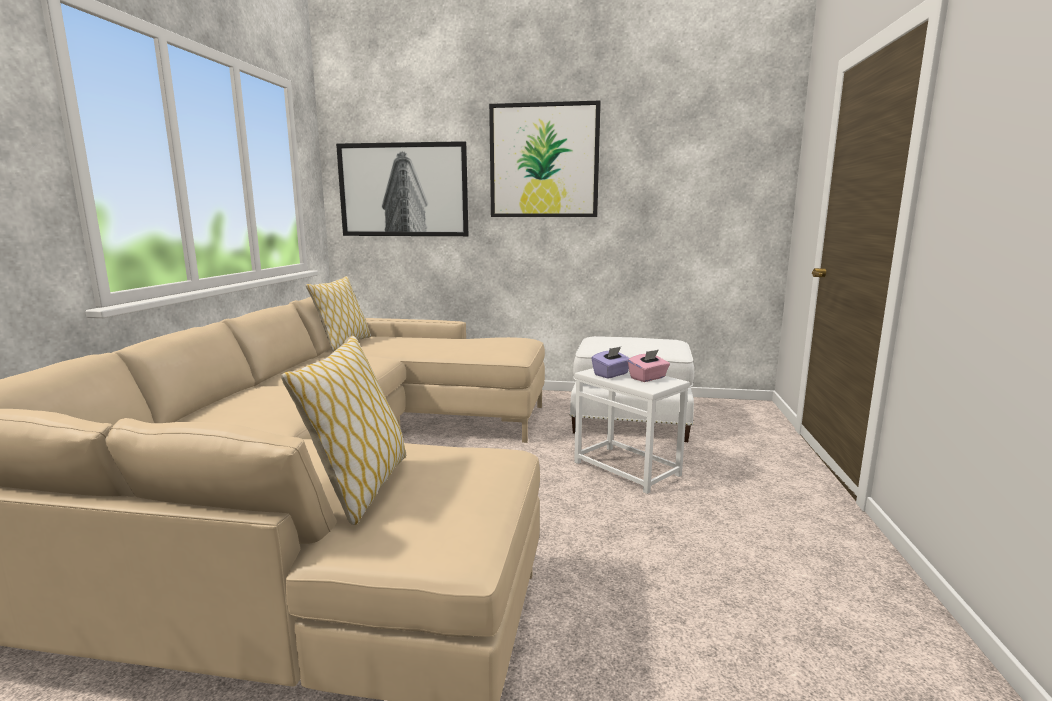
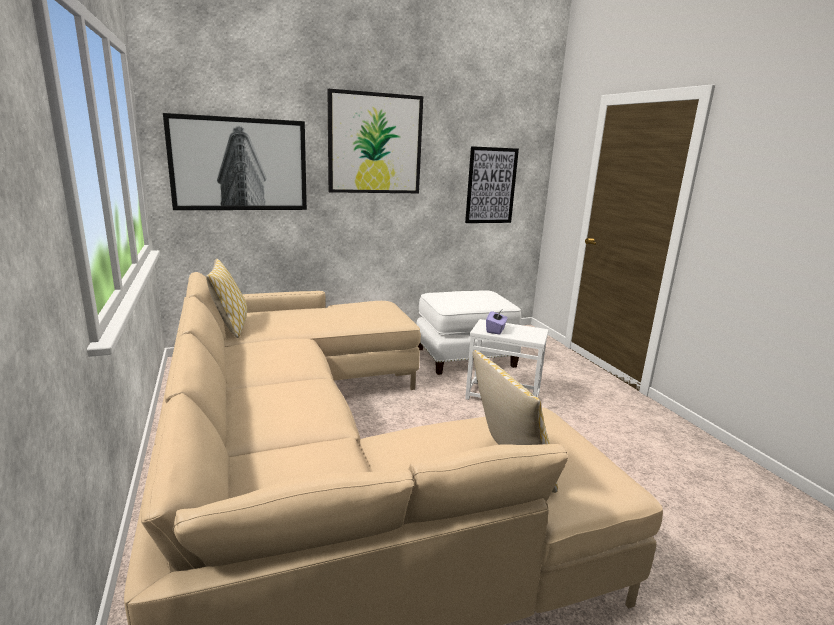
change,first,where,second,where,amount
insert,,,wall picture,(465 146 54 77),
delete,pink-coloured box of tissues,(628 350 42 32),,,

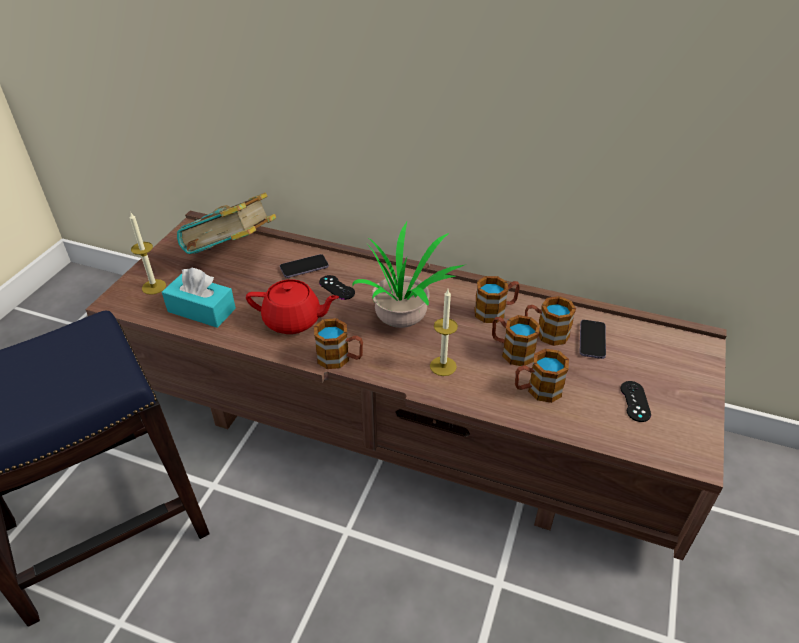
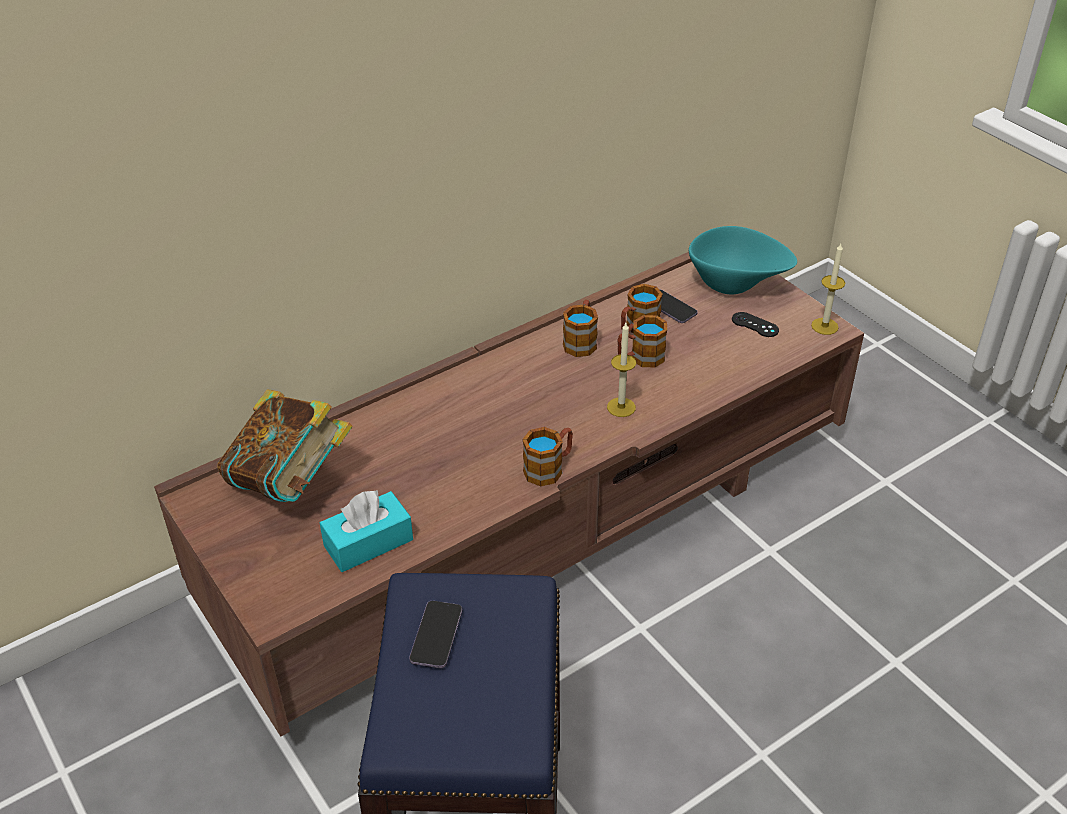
change,first,where,second,where,amount
move,telephone,(280 254 49 24),,(409 601 53 67),
insert,,,turquoise-coloured deep dish,(689 226 108 68),
move,wax candle,(130 213 36 82),,(811 244 34 91),
delete,red teapot,(246 279 93 55),,,
delete,black-coloured gamepad,(319 275 36 25),,,
delete,potted plant,(352 222 112 106),,,
delete,tea mug,(515 349 54 54),,,

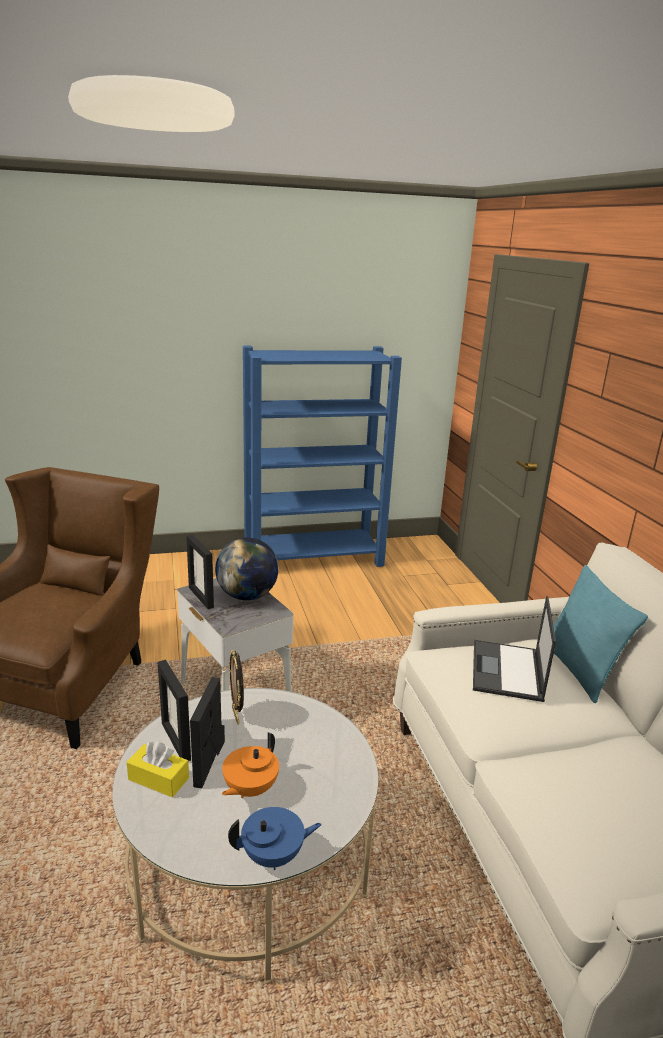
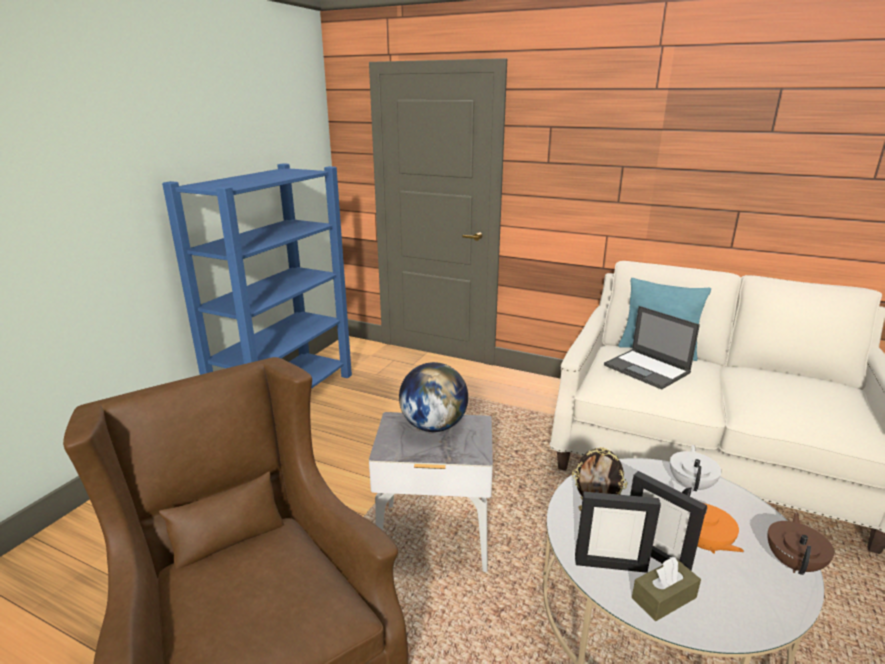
change,first,where,second,where,amount
recolor,yellow box of tissues,(127 741 62 56),brown-coloured box of tissues,(632 557 69 64),
insert,,,white teapot,(670 445 52 47),
recolor,bluish teapot,(228 807 94 63),brown-coloured teapot,(768 513 66 62),
delete,picture frame,(186 535 28 74),,,

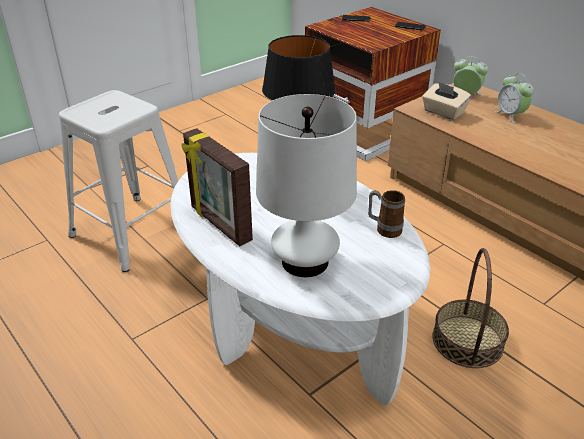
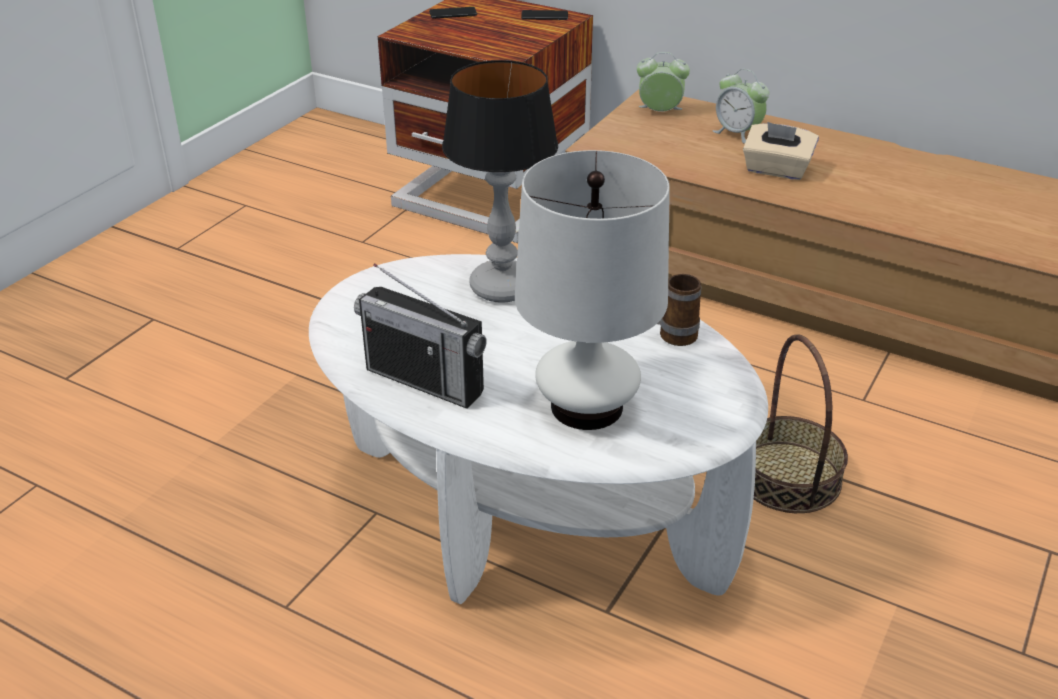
change,first,where,second,where,amount
replace,picture frame,(182 128 71 118),radio,(354 263 133 146),
move,beige-coloured box of tissues,(422 81 49 39),,(743 122 76 58),
delete,white stool seat,(59 90 119 182),,,

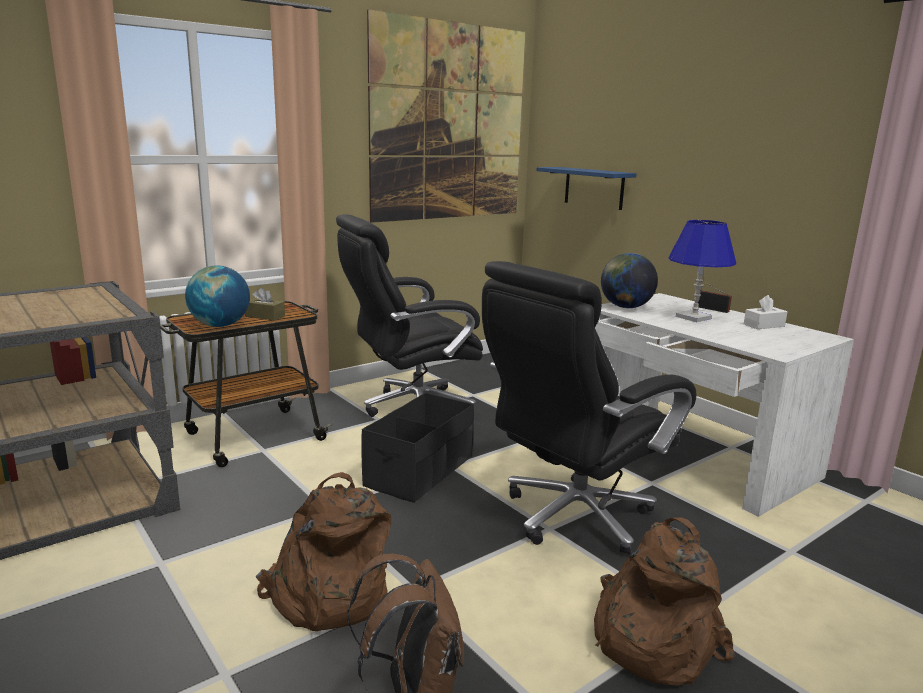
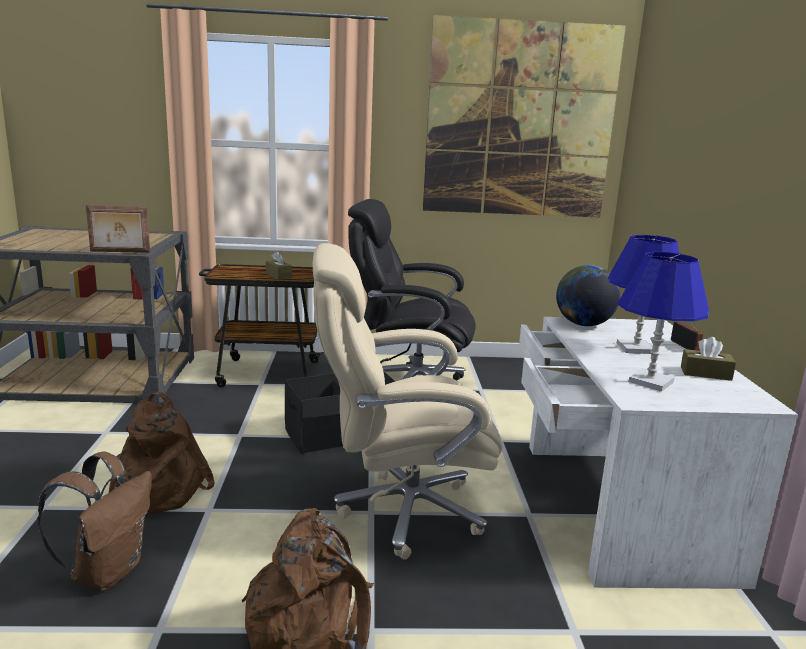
change,first,where,second,where,amount
insert,,,picture frame,(86 205 64 48),
recolor,black-coloured office chair,(482 261 215 293),beige-coloured office chair,(313 243 189 317),
insert,,,bluish table lamp,(618 252 91 140),
recolor,white box of tissues,(744 295 43 34),brown-coloured box of tissues,(681 337 55 44),
delete,world globe,(185 265 65 62),,,
delete,bluish shelf,(536 167 101 43),,,

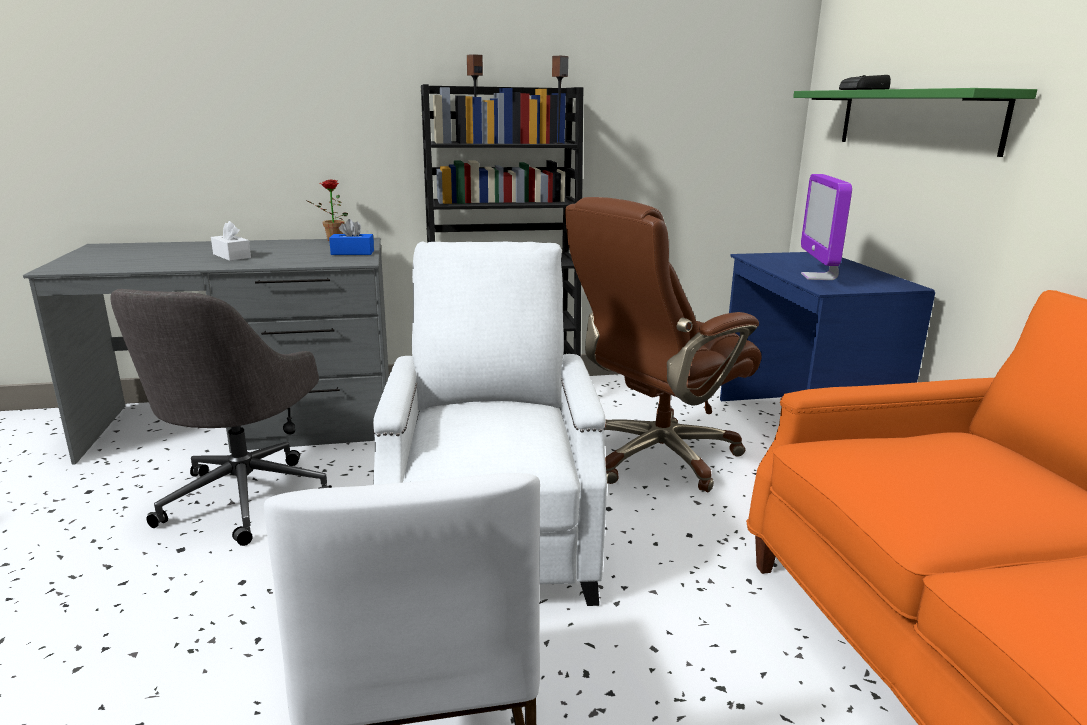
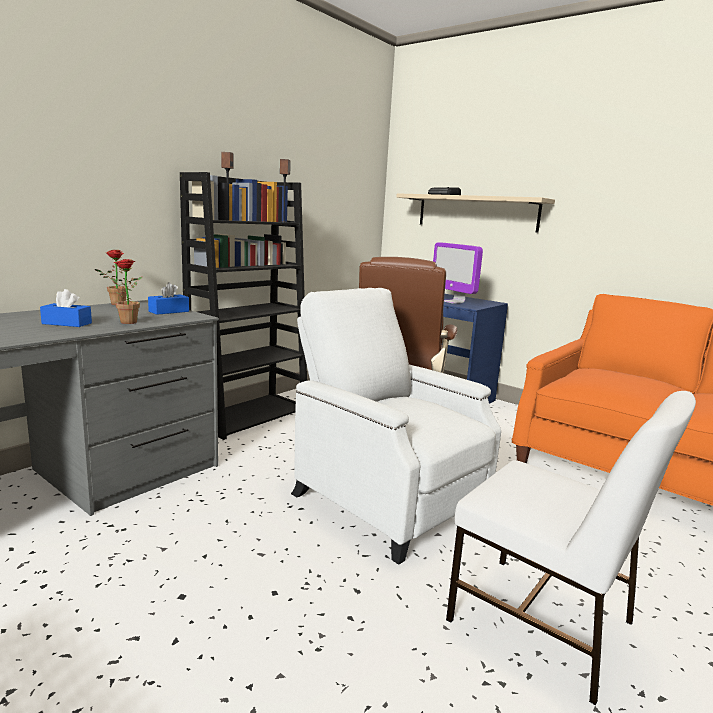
change,first,where,second,where,amount
recolor,white box of tissues,(211 221 40 40),bluish box of tissues,(40 289 52 38),
insert,,,potted plant,(111 259 31 65),
recolor,green shelf,(793 88 244 69),beige-coloured shelf,(397 193 158 40),
delete,grey office chair,(110 289 222 257),,,

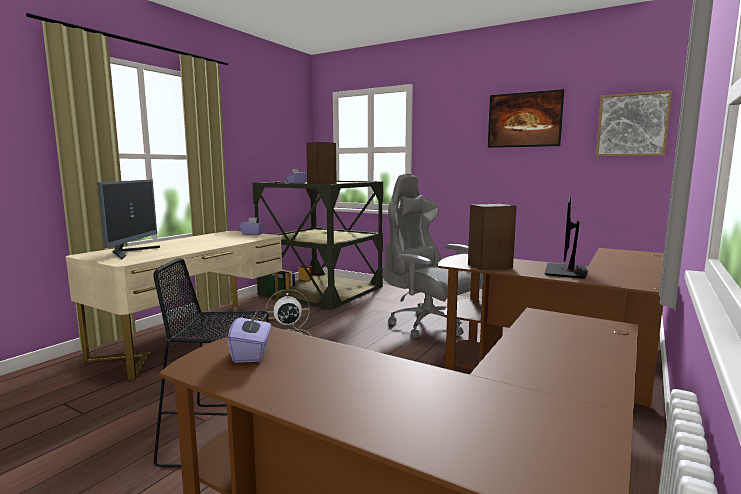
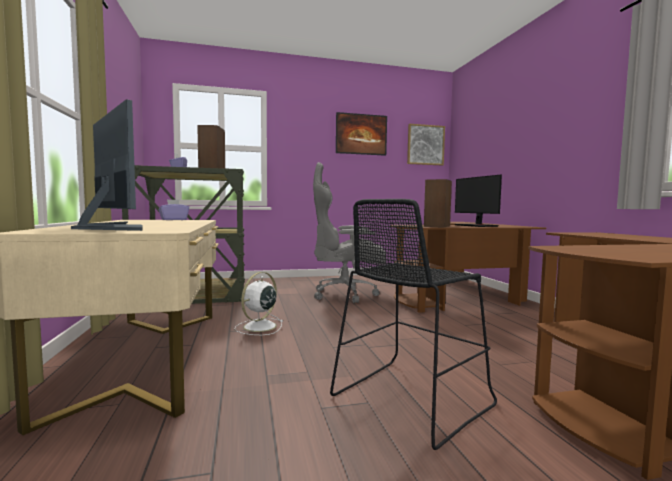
change,first,where,second,where,amount
delete,purple box of tissues,(227 310 44 53),,,

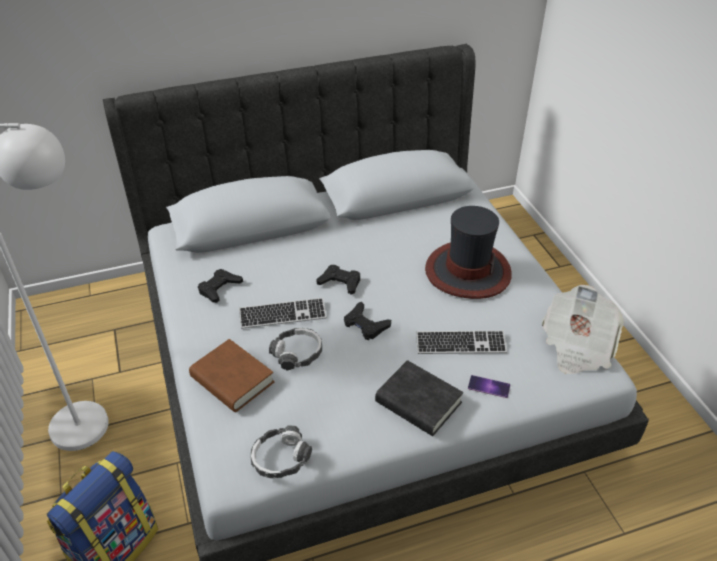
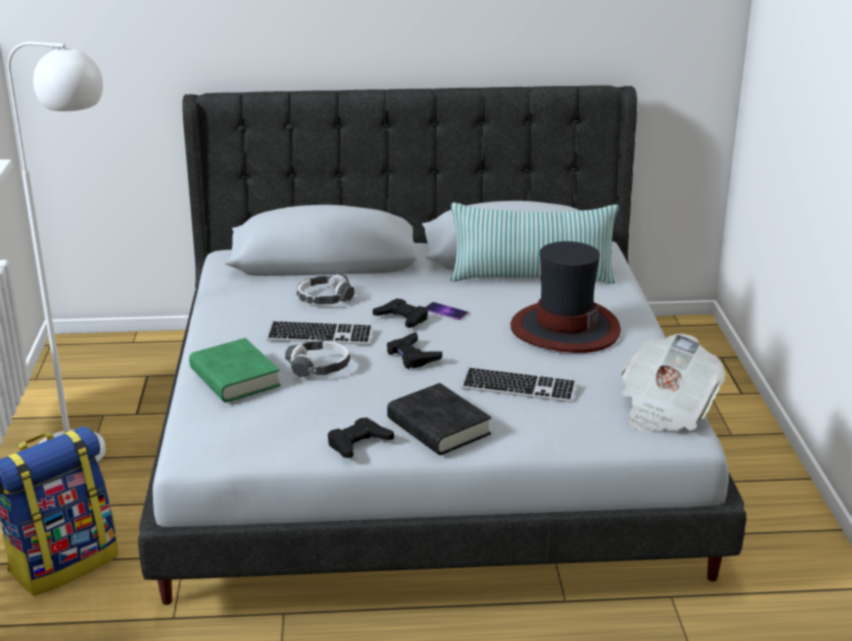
change,first,where,second,where,amount
recolor,brown-coloured book,(189 339 85 73),green book,(189 338 92 64),
move,headset,(251 425 61 53),,(297 274 57 30),
move,black-coloured gamepad,(198 269 45 34),,(328 417 66 41),
move,telephone,(468 375 42 23),,(425 302 43 18),
insert,,,throw pillow,(450 203 169 81),

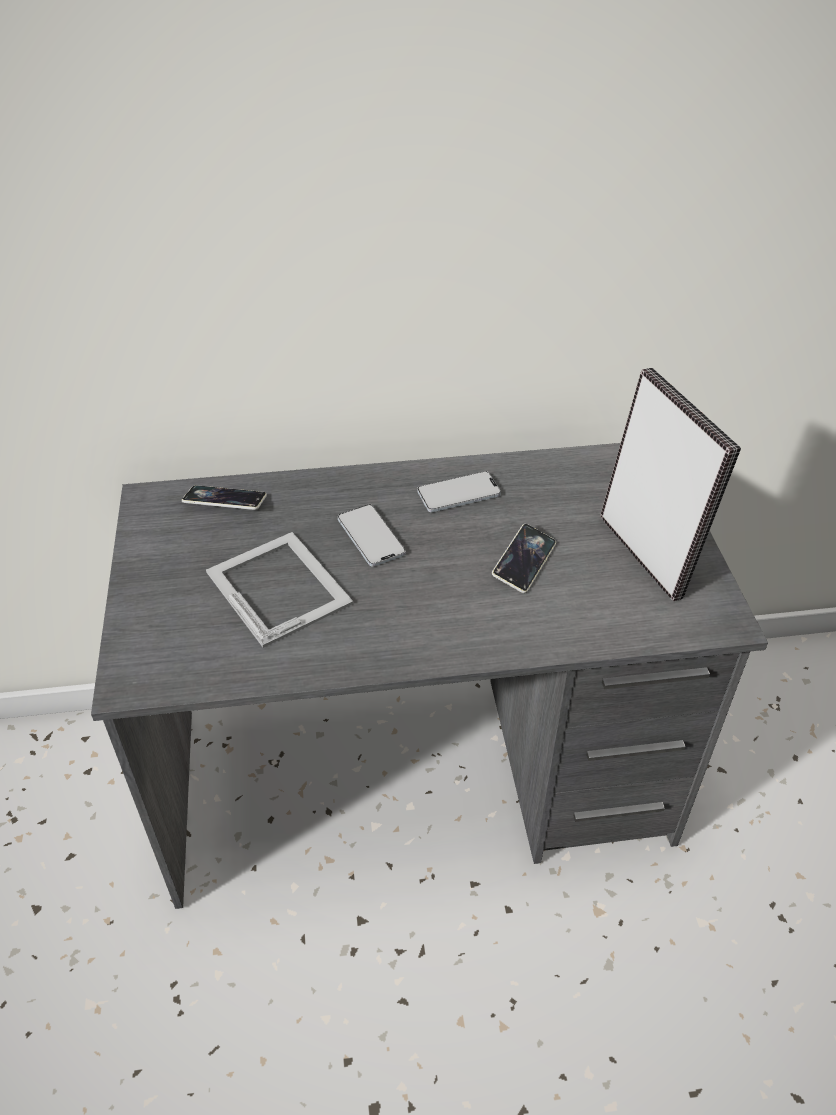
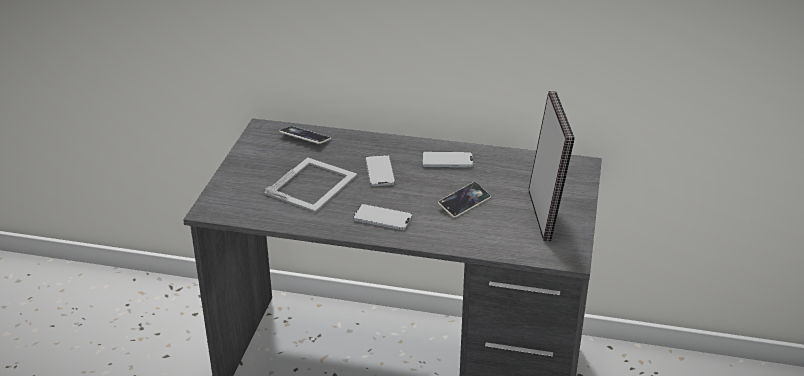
change,first,where,second,where,amount
rotate,picture frame,(206 532 147 116),,(264 157 93 56),45 degrees clockwise
insert,,,telephone,(353 204 59 26),

